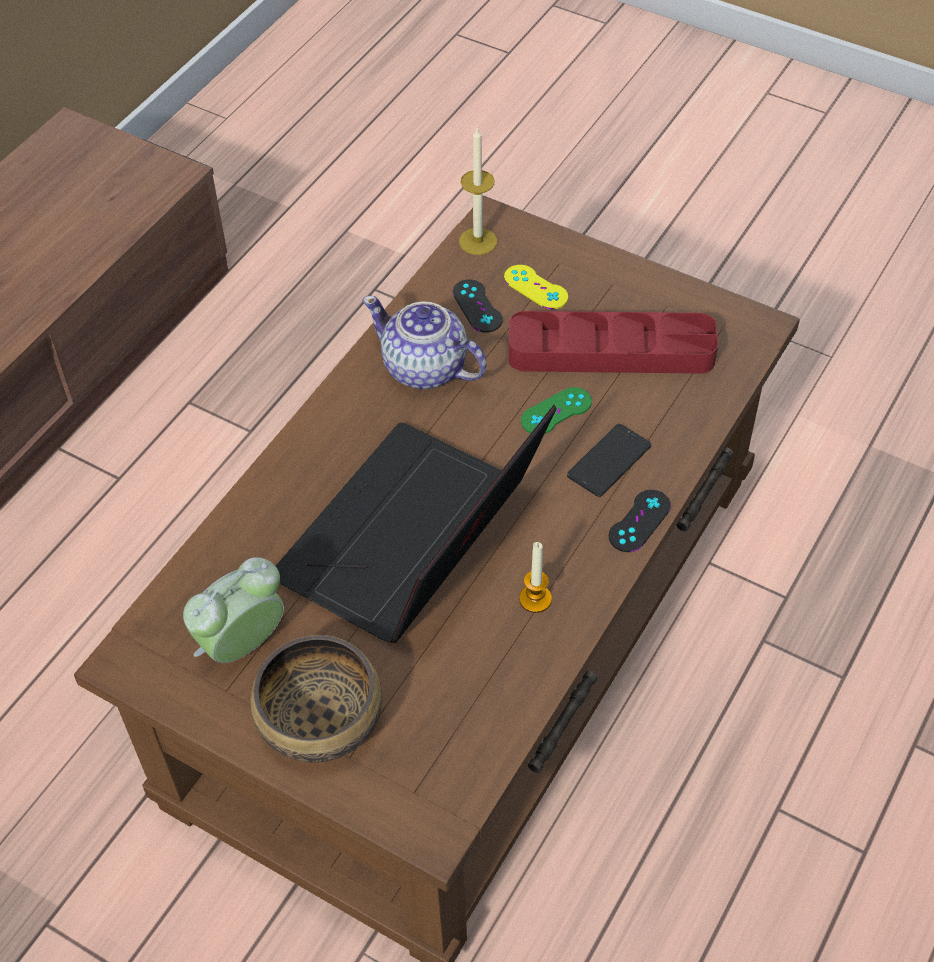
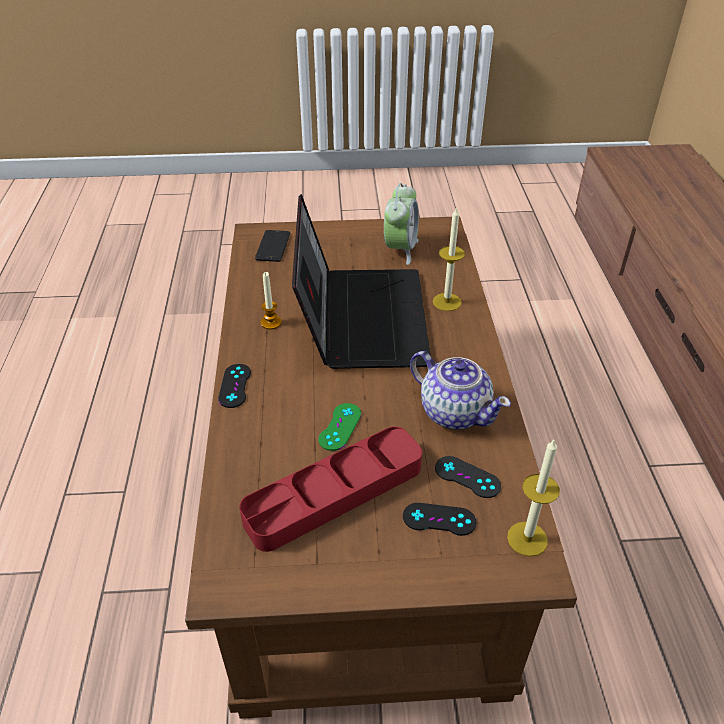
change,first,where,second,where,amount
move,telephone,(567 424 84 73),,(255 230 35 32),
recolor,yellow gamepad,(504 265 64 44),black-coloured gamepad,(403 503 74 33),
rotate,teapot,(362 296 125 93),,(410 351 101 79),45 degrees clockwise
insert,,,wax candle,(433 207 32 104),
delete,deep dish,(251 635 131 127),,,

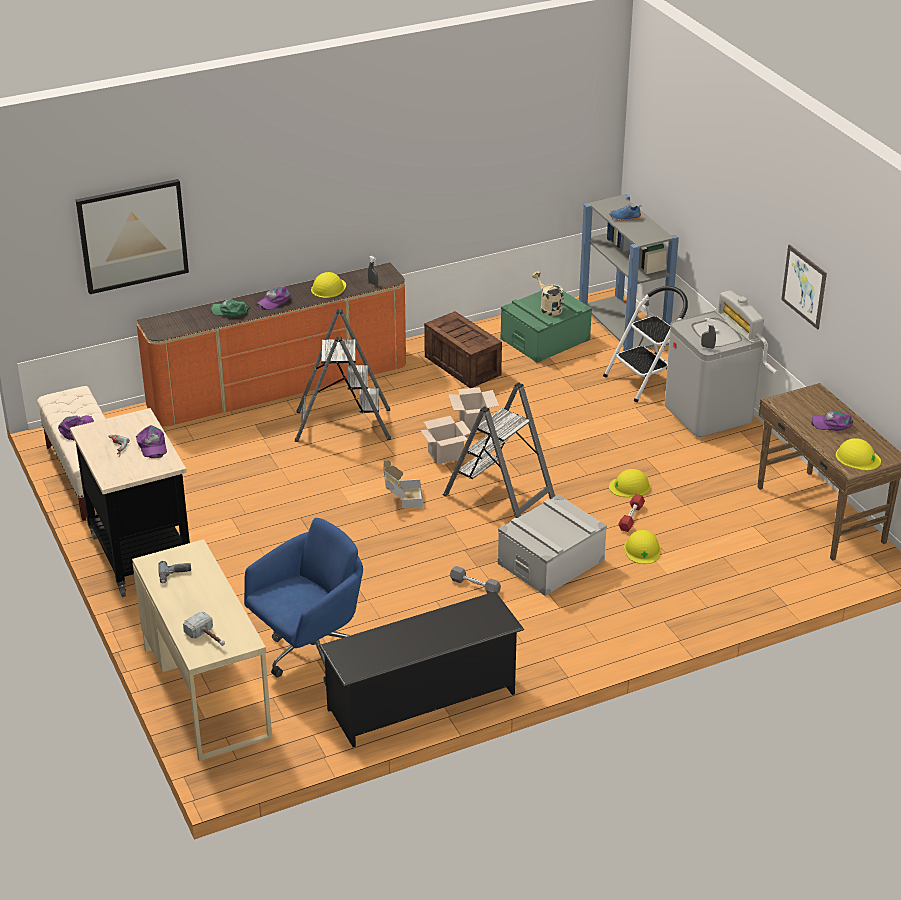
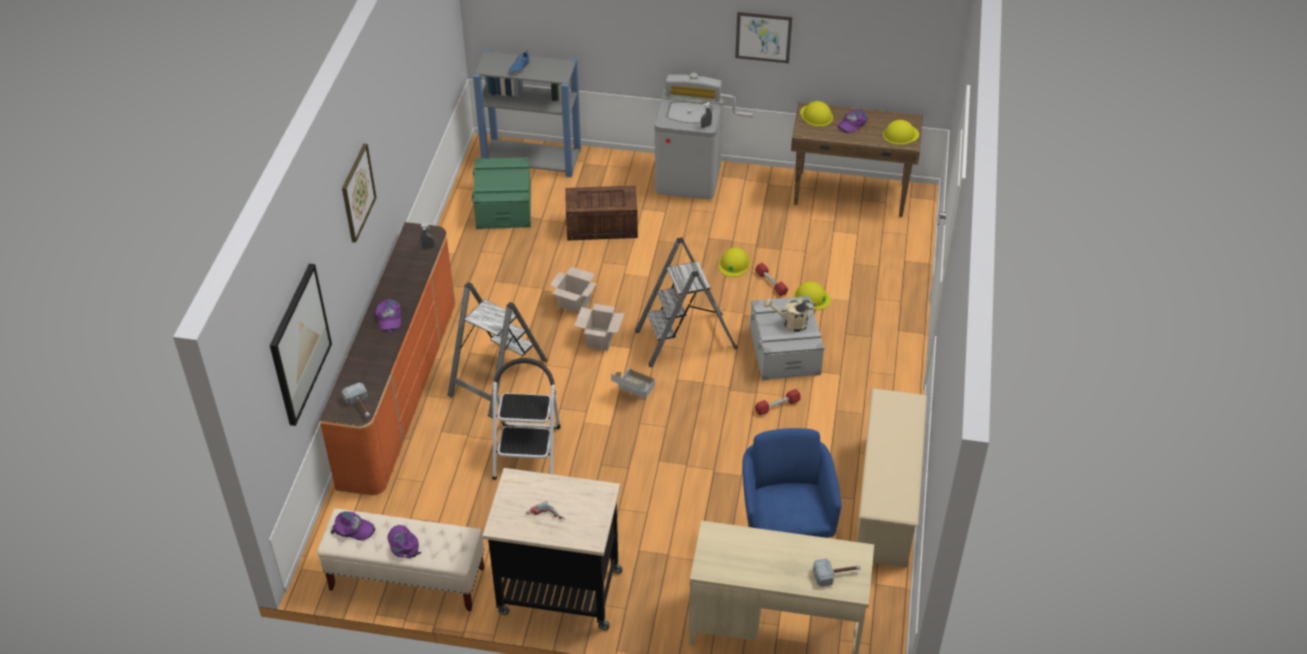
change,first,where,second,where,amount
move,purple baseball cap,(136 425 31 33),,(330 511 45 30),
insert,,,wall picture,(342 144 35 99),
insert,,,hammer,(342 383 28 34),
move,step ladder,(603 286 85 116),,(492 358 69 122),
move,crate,(424 311 78 77),,(565 186 73 55),
recolor,grey hand weight,(450 566 51 28),red hand weight,(755 389 46 26),
move,beige-coloured watering can,(532 271 32 45),,(764 298 52 34),
move,yellow safety helmet,(311 272 35 26),,(800 101 33 26),
recolor,black-coloured shoe rack,(319 591 205 156),beige-coloured shoe rack,(856 388 71 179),
delete,drill,(158 561 33 23),,,
delete,green baseball cap,(211 299 39 18),,,

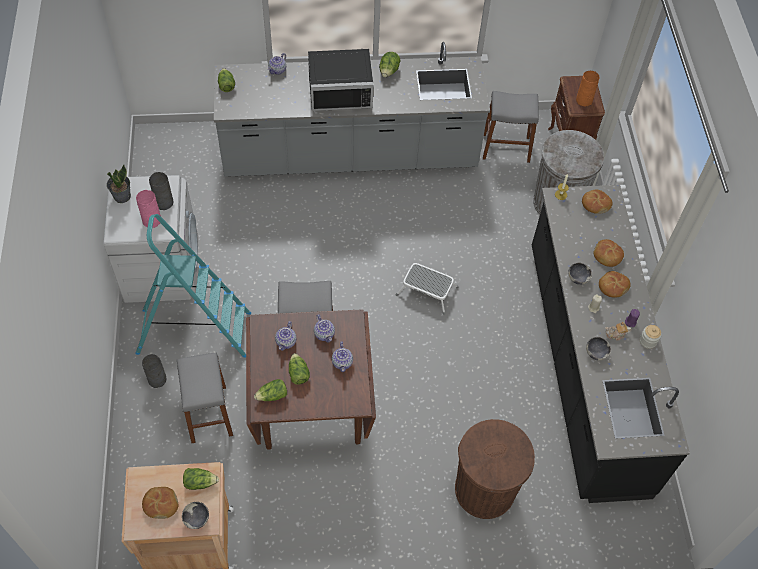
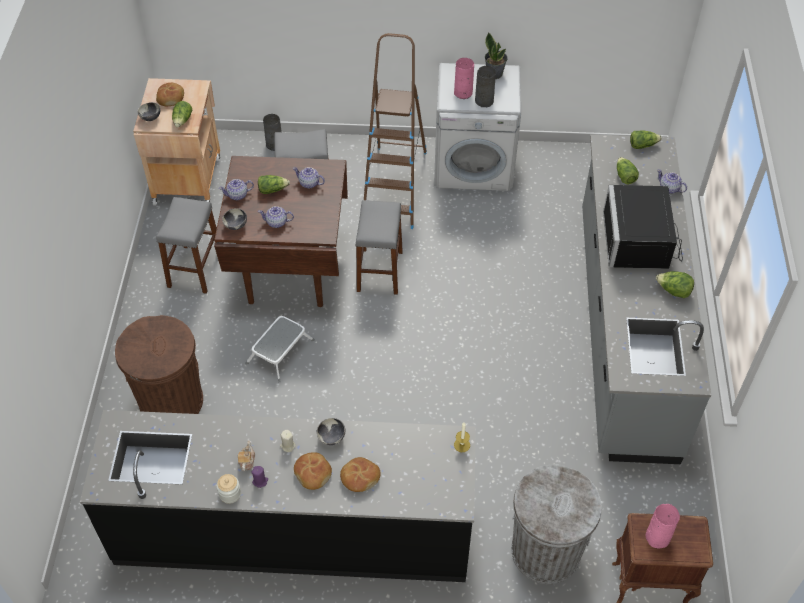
change,first,where,second,where,amount
move,grey stool seat,(483 91 56 72),,(156 197 61 97),
move,teapot,(314 314 21 29),,(219 179 35 21),
move,deep dish,(586 337 25 23),,(222 208 25 22),
move,grey step ladder,(395 263 64 52),,(245 316 70 67),
move,grey decorative vase,(142 354 24 34),,(263 114 18 37),
recolor,turquoise-coloured step ladder,(135 214 116 143),brown-coloured step ladder,(364 33 63 196),
move,lettuce head,(254 379 33 22),,(617 157 22 27),
recolor,orange decorative vase,(576 71 24 36),pink-coloured decorative vase,(646 504 34 45),
delete,baked bread,(582 190 30 24),,,

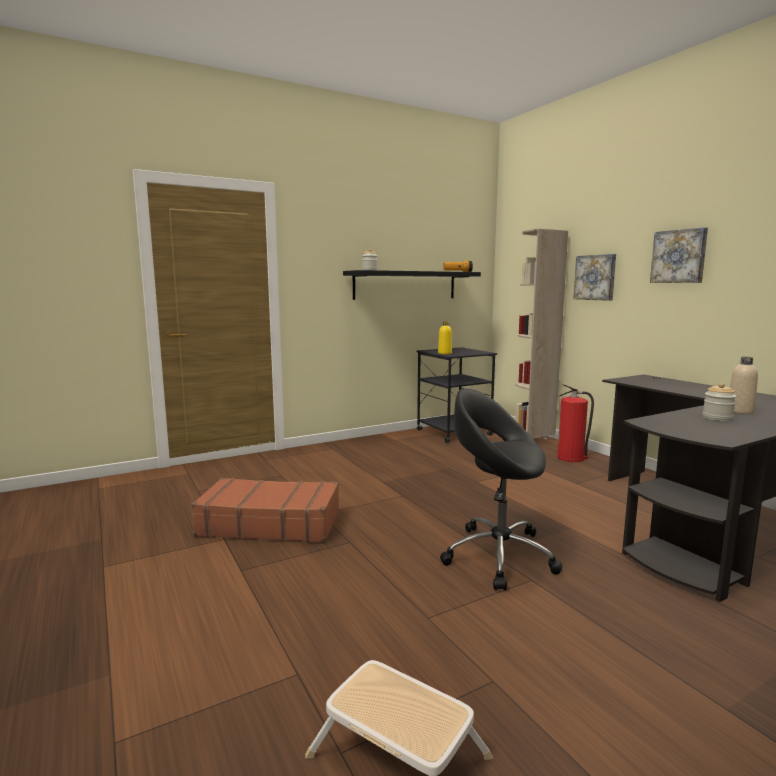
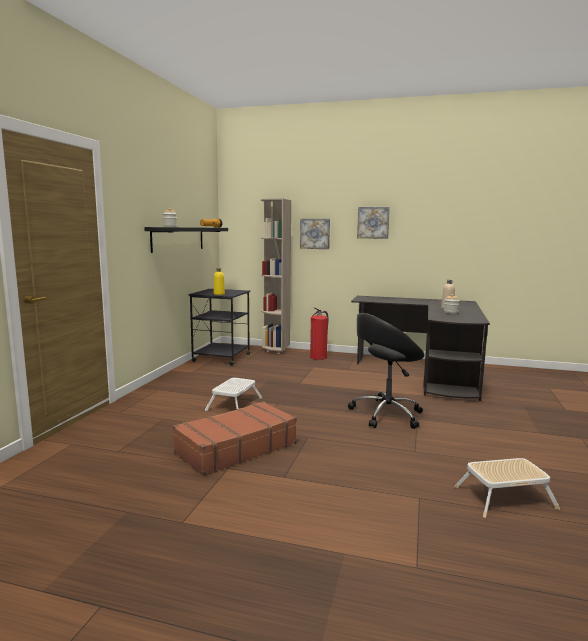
change,first,where,second,where,amount
insert,,,white step ladder,(205 378 57 33),

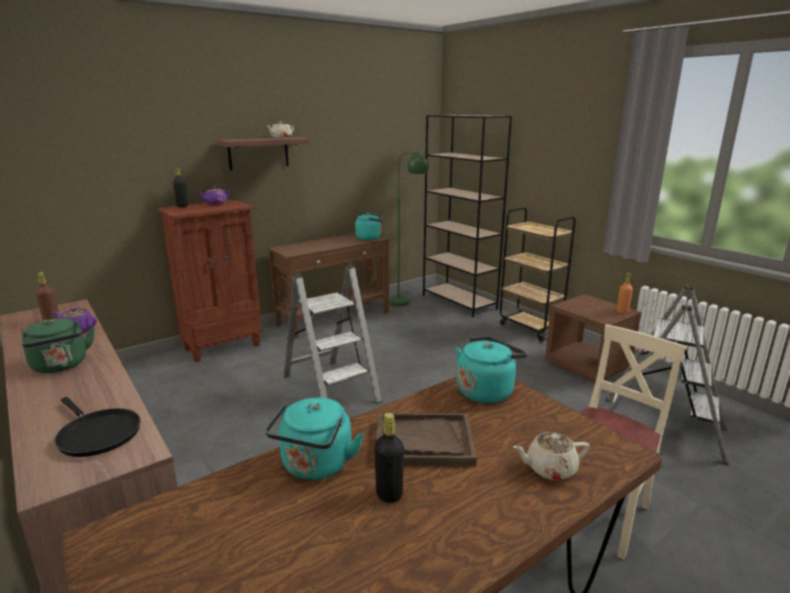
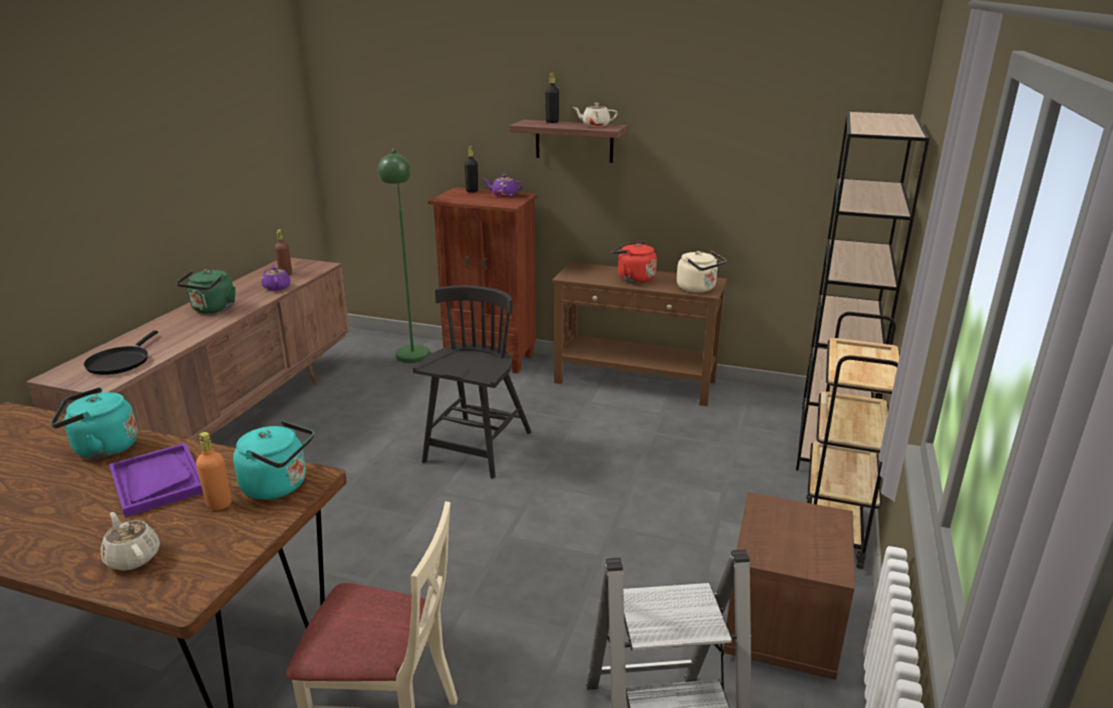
change,first,where,second,where,amount
recolor,brown-coloured carrying tray,(376 413 101 54),purple carrying tray,(109 443 94 75),
move,orange bottle,(617 273 16 41),,(196 432 36 78),
move,green standard lamp,(389 152 40 154),,(378 148 52 215),
replace,grey step ladder,(283 265 99 139),black-coloured plain chair,(413 285 118 194),
move,black-coloured bottle,(374 413 30 90),,(545 73 14 50),
insert,,,red kettle,(611 241 46 42),
recolor,turquoise-coloured kettle,(355 213 28 27),beige-coloured kettle,(677 251 49 42),

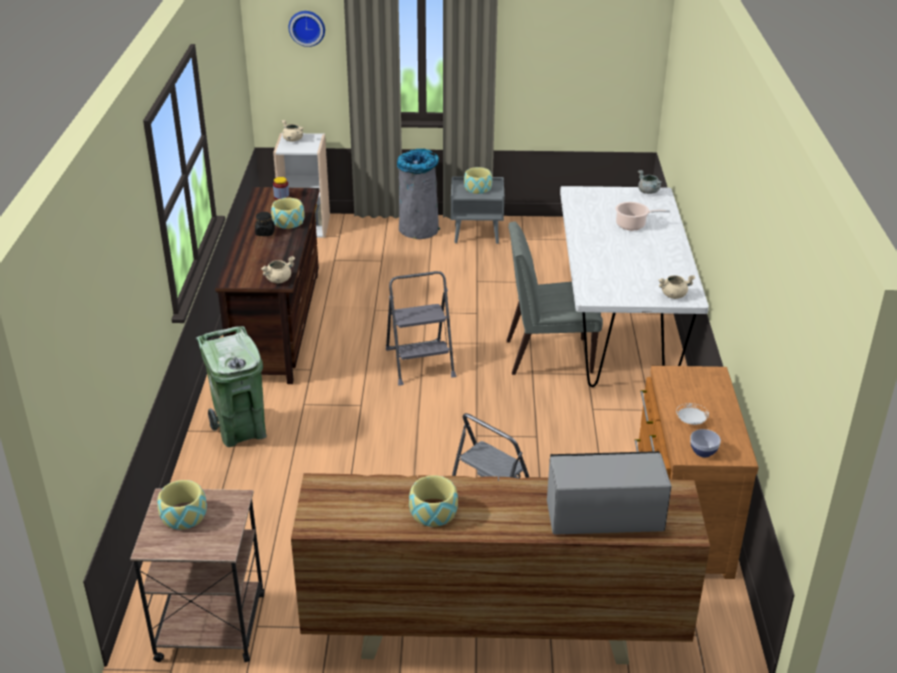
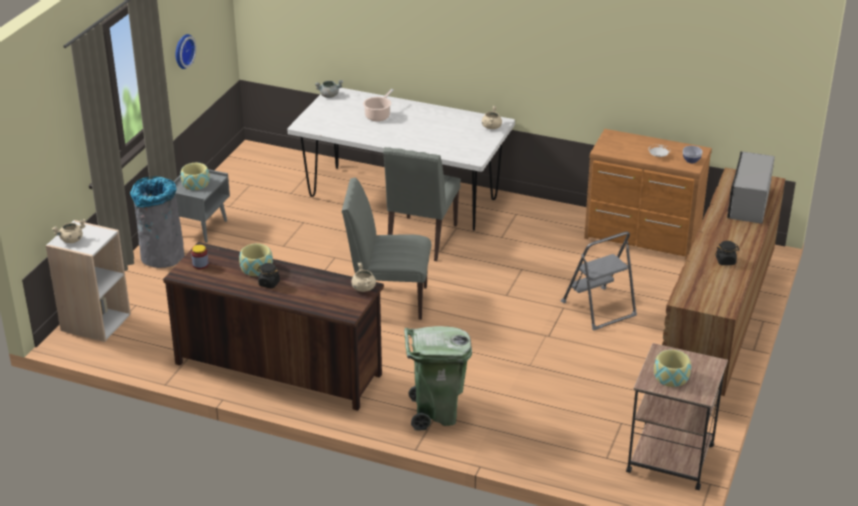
change,first,where,second,where,amount
move,wall clock,(289 11 36 36),,(176 34 21 35),
replace,grey step ladder,(386 271 70 115),grey plain chair,(342 178 89 142),
replace,deep dish,(409 475 49 52),black-coloured storage jar,(715 241 24 24),

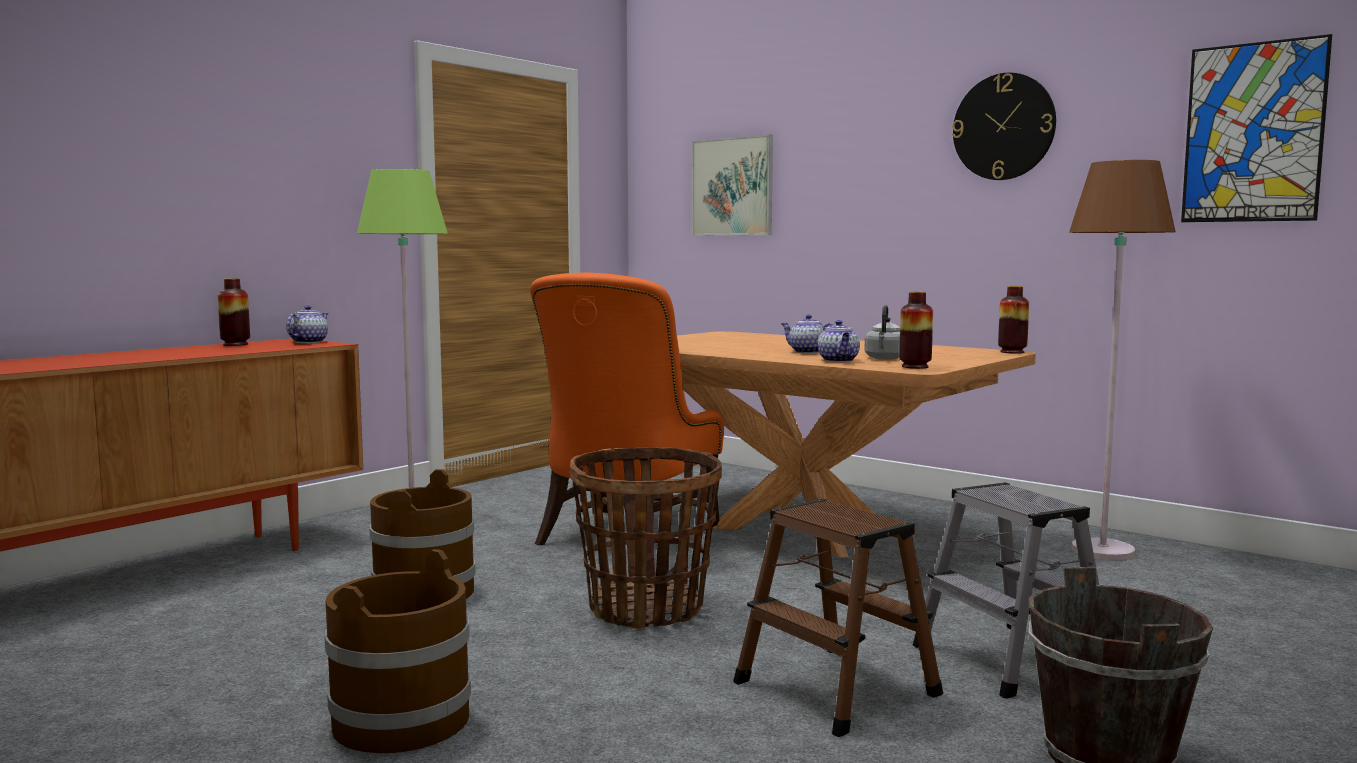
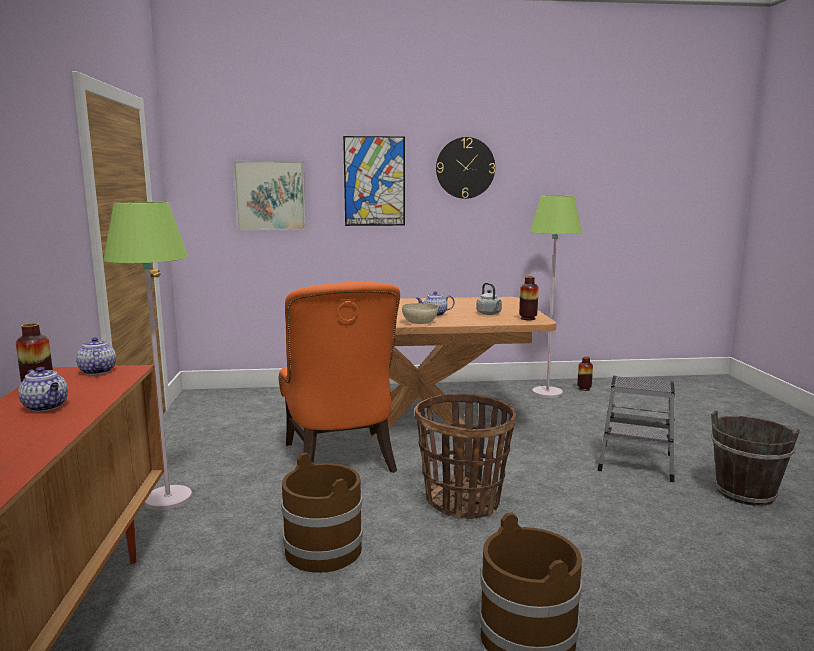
change,first,where,second,where,amount
move,teapot,(818 320 42 42),,(18 367 50 45),
move,wall picture,(1181 34 151 188),,(343 136 62 90),
insert,,,beige-coloured deep dish,(402 303 36 21),
recolor,brown-coloured standard lamp,(1069 160 107 400),green standard lamp,(530 196 52 202),
move,decorative vase,(998 286 31 68),,(577 356 16 35),
delete,brown-coloured step ladder,(733 499 210 238),,,

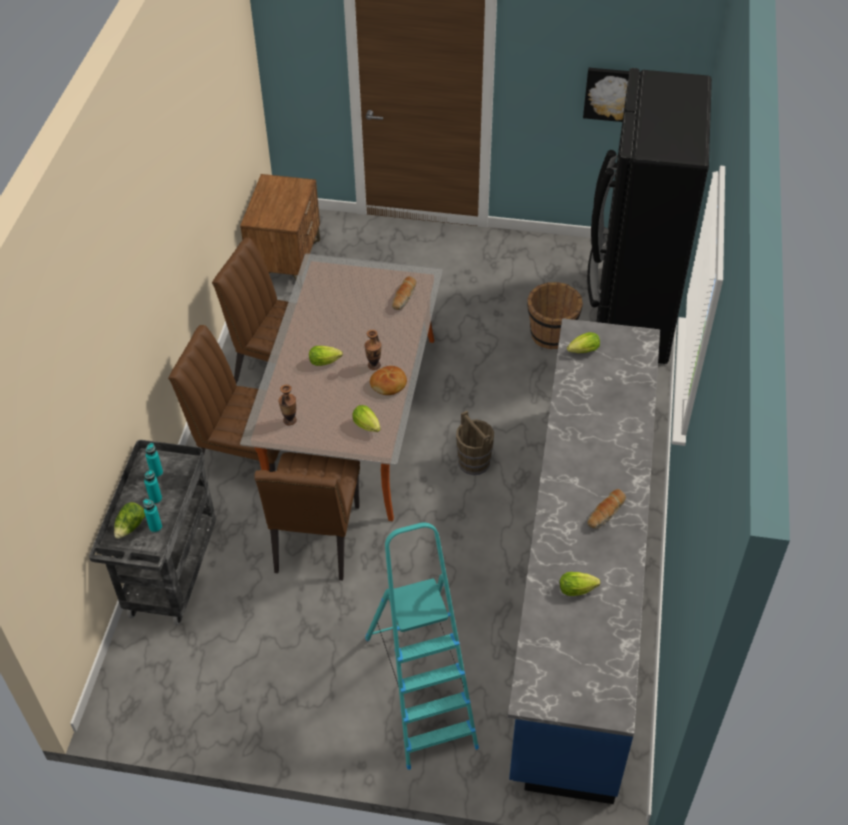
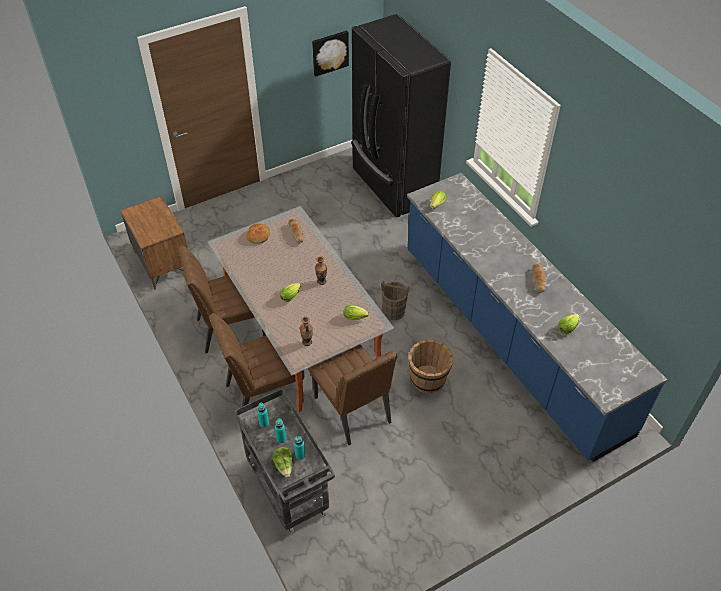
change,first,where,second,where,amount
move,baked bread,(370 366 37 29),,(246 224 24 20),
move,brown-coloured water bucket,(527 282 56 67),,(408 340 45 54),
delete,turquoise-coloured step ladder,(365 523 114 247),,,

